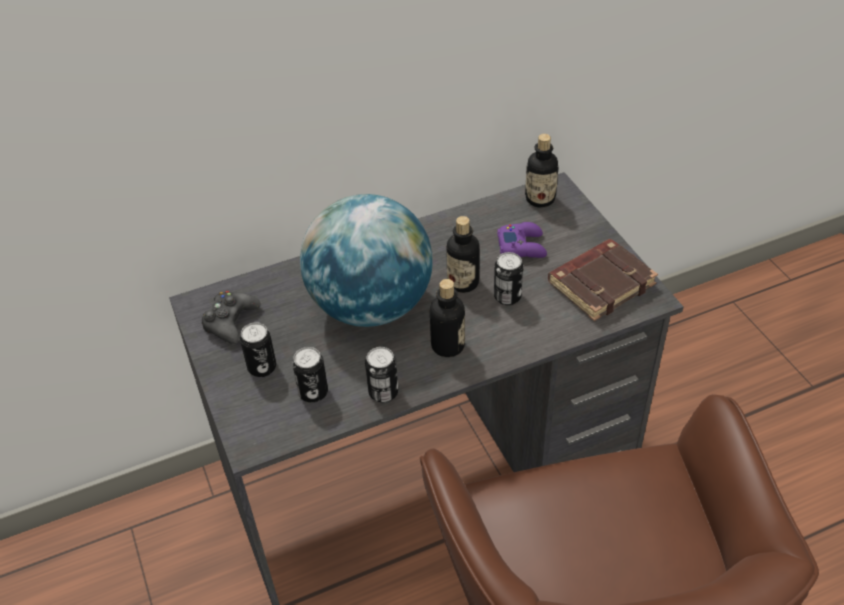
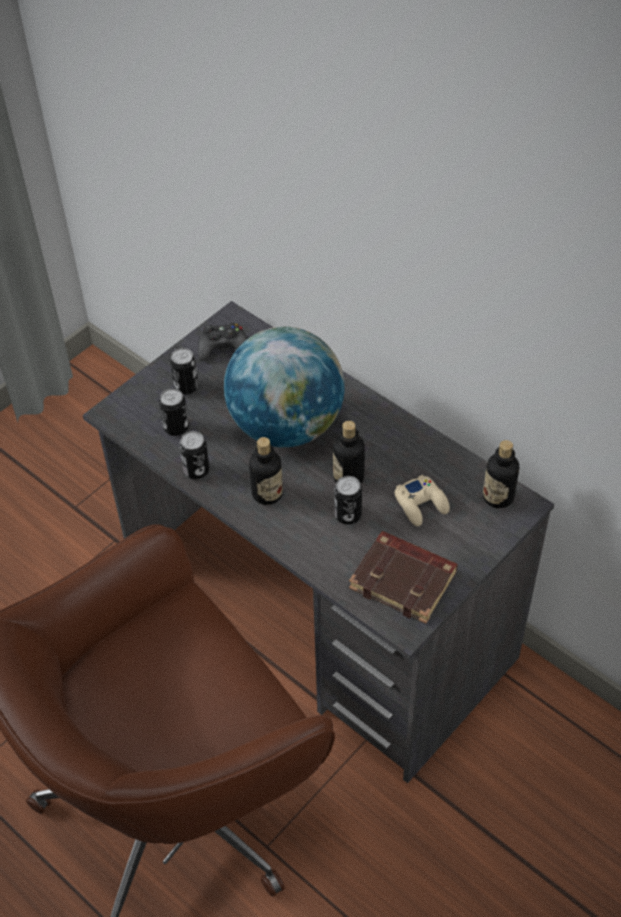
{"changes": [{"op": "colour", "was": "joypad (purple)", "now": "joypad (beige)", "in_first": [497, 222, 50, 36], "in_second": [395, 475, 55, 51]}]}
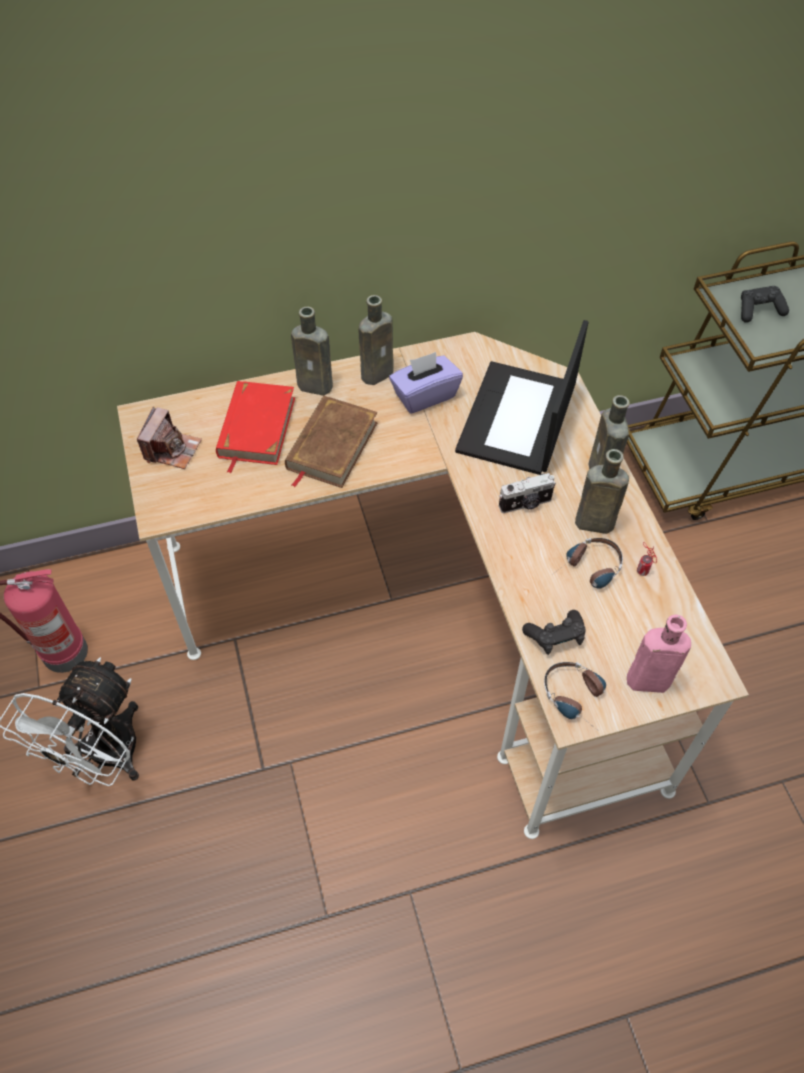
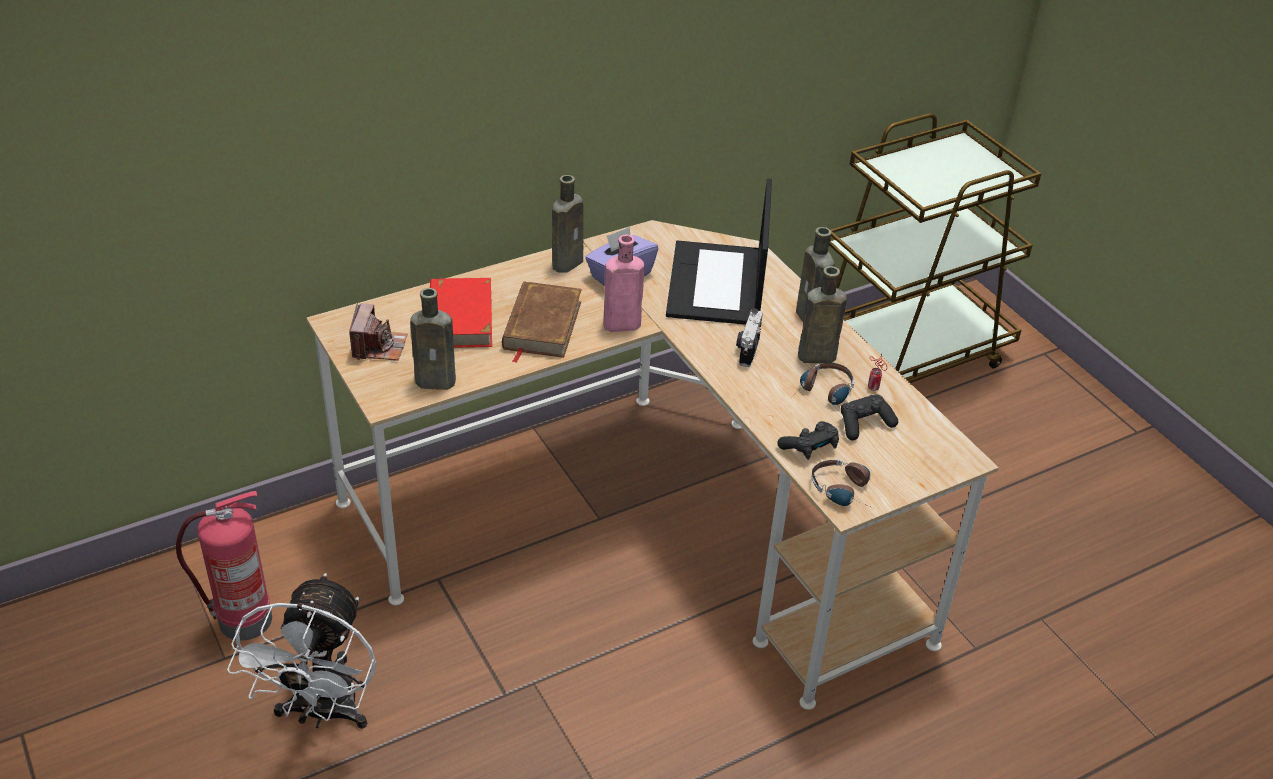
{"changes": [{"op": "relocated", "was": "bottle (brown)", "in_first": [291, 307, 42, 88], "in_second": [410, 288, 46, 102]}, {"op": "relocated", "was": "bottle (pink-coloured)", "in_first": [627, 615, 64, 78], "in_second": [603, 234, 41, 98]}, {"op": "relocated", "was": "joypad (black)", "in_first": [741, 286, 48, 37], "in_second": [841, 394, 57, 47]}, {"op": "spun", "was": "still camera", "in_first": [499, 473, 57, 40], "in_second": [736, 309, 27, 58], "clockwise": 135}]}
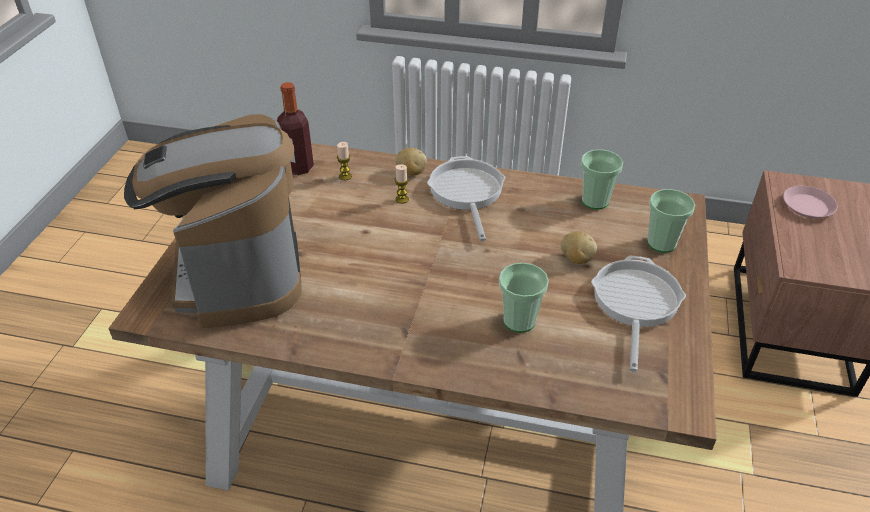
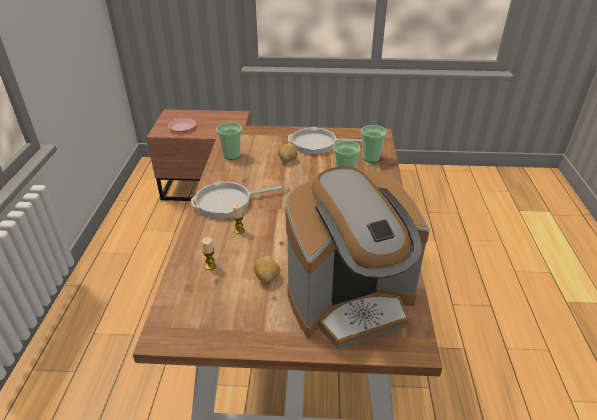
{"changes": [{"op": "missing", "was": "bottle", "in_first": [277, 82, 37, 93]}, {"op": "relocated", "was": "potato", "in_first": [395, 148, 32, 28], "in_second": [254, 256, 26, 27]}, {"op": "relocated", "was": "drinking cup", "in_first": [647, 189, 48, 64], "in_second": [361, 125, 26, 38]}]}
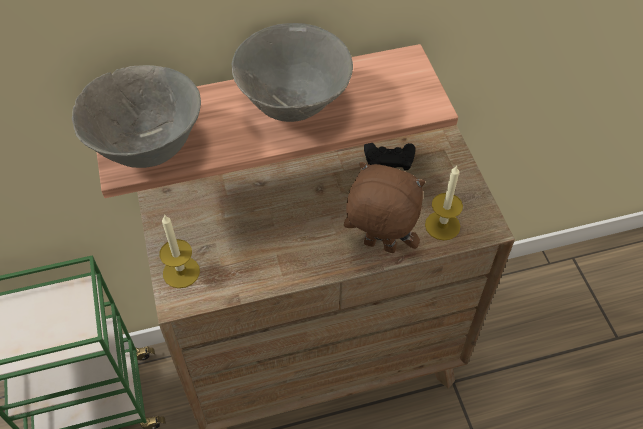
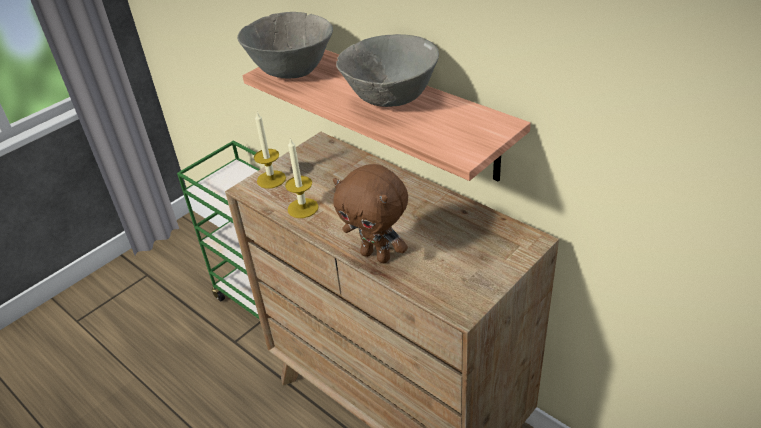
{"changes": [{"op": "missing", "was": "joypad (black)", "in_first": [364, 143, 51, 27]}, {"op": "relocated", "was": "wax light", "in_first": [425, 165, 38, 75], "in_second": [285, 138, 34, 80]}, {"op": "spun", "was": "cuddly toy (brown)", "in_first": [344, 162, 81, 91], "in_second": [333, 164, 75, 99], "clockwise": 135}]}
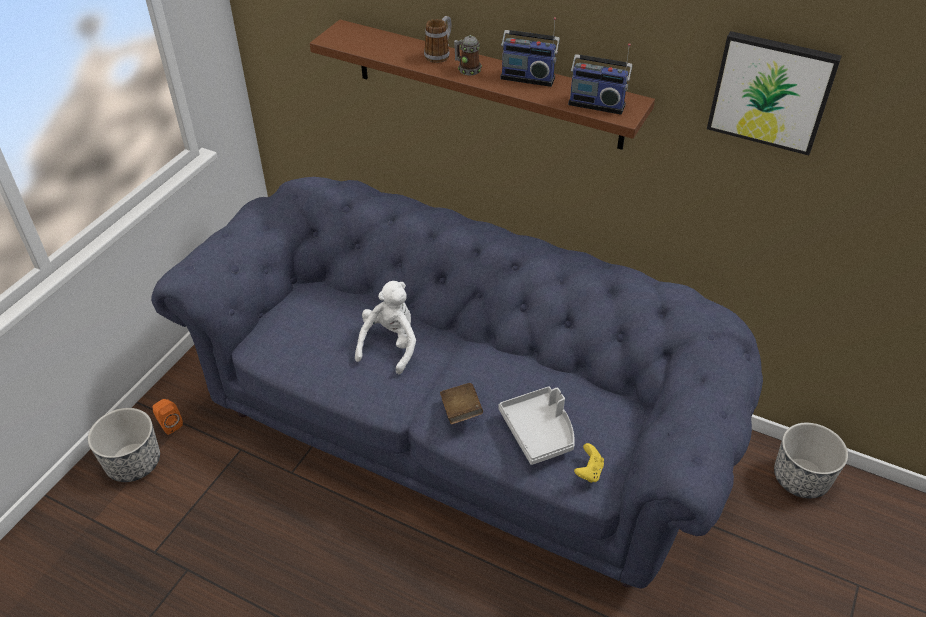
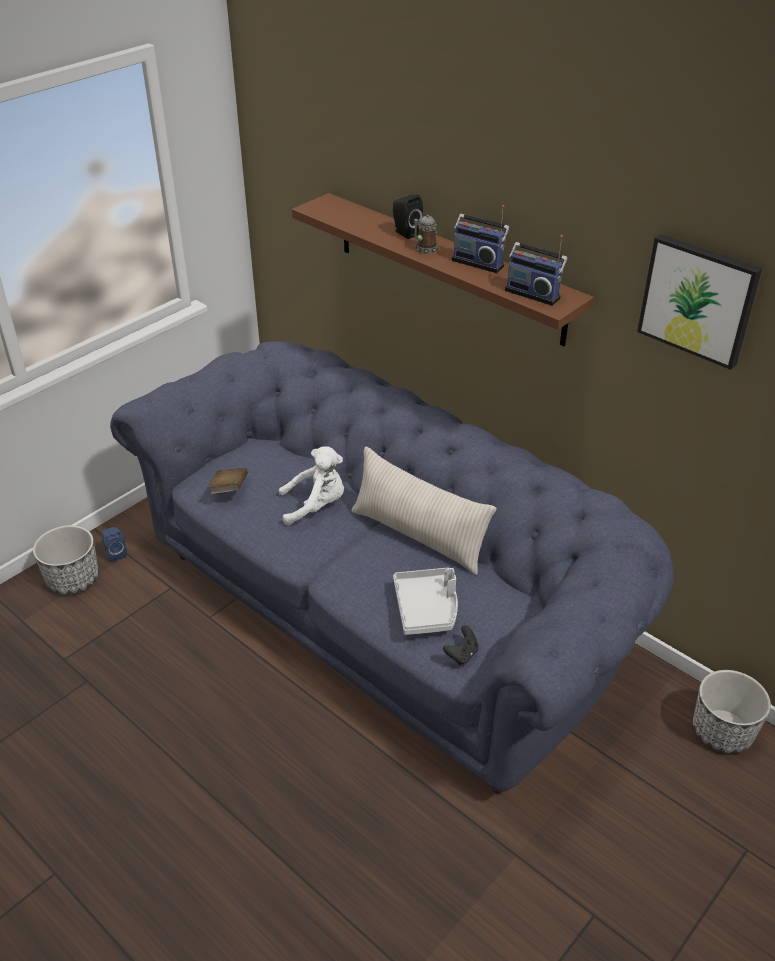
{"changes": [{"op": "appeared", "now": "throw pillow (beige)", "in_second": [351, 447, 146, 128]}, {"op": "relocated", "was": "book (brown)", "in_first": [440, 383, 43, 41], "in_second": [208, 467, 40, 27]}, {"op": "exchanged", "was": "tea mug", "now": "audio speaker (black)", "in_first": [424, 16, 28, 47], "in_second": [393, 195, 30, 44]}, {"op": "colour", "was": "audio speaker (orange-coloured)", "now": "audio speaker (blue-coloured)", "in_first": [153, 399, 30, 36], "in_second": [102, 527, 25, 35]}, {"op": "colour", "was": "joypad (yellow-coloured)", "now": "joypad (black)", "in_first": [574, 443, 30, 40], "in_second": [443, 625, 36, 40]}, {"op": "spun", "was": "cuddly toy (white)", "in_first": [355, 281, 61, 93], "in_second": [279, 446, 65, 80], "clockwise": 45}]}
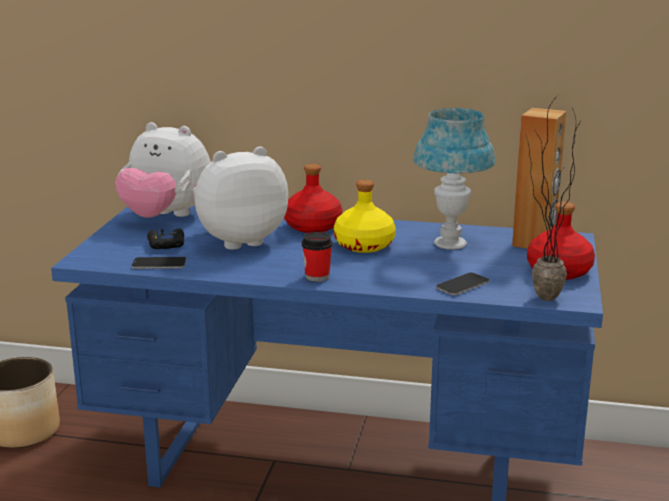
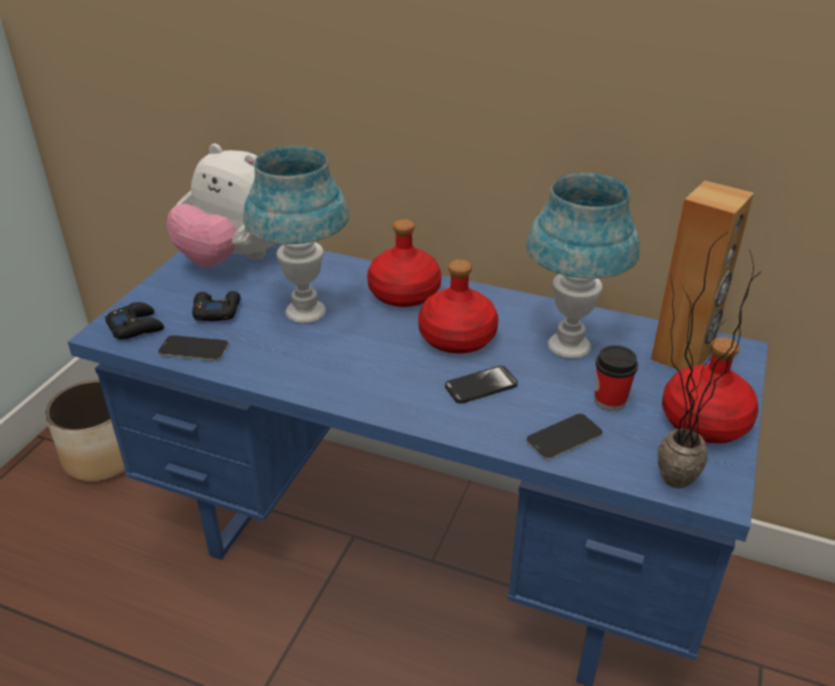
{"changes": [{"op": "appeared", "now": "joypad (black)", "in_second": [105, 302, 59, 38]}, {"op": "appeared", "now": "telephone", "in_second": [445, 366, 73, 37]}, {"op": "relocated", "was": "drinking cup", "in_first": [302, 232, 31, 50], "in_second": [595, 345, 43, 66]}, {"op": "exchanged", "was": "cuddly toy", "now": "tabletop lamp (blue-coloured)", "in_first": [193, 147, 95, 103], "in_second": [243, 146, 106, 177]}, {"op": "colour", "was": "bottle (yellow-coloured)", "now": "bottle (reddish)", "in_first": [334, 180, 62, 73], "in_second": [418, 259, 81, 94]}]}
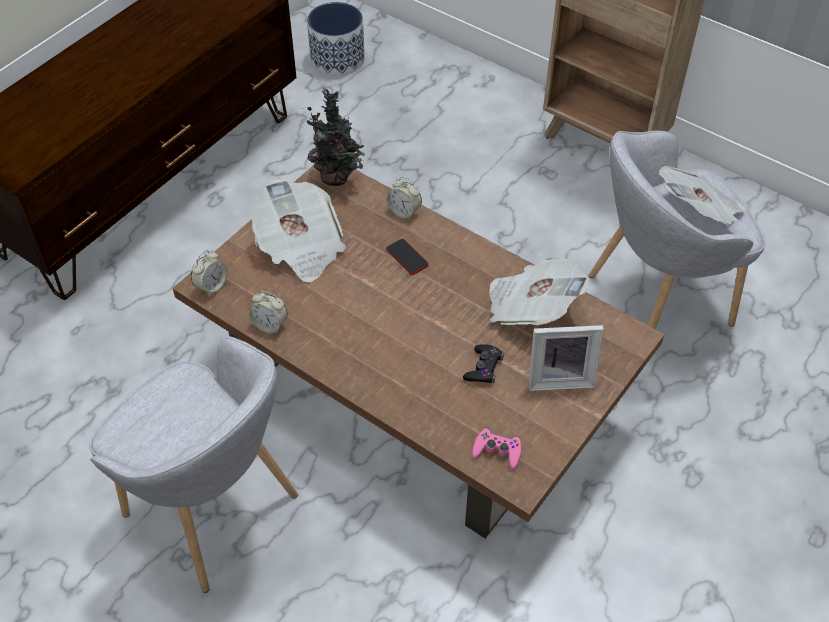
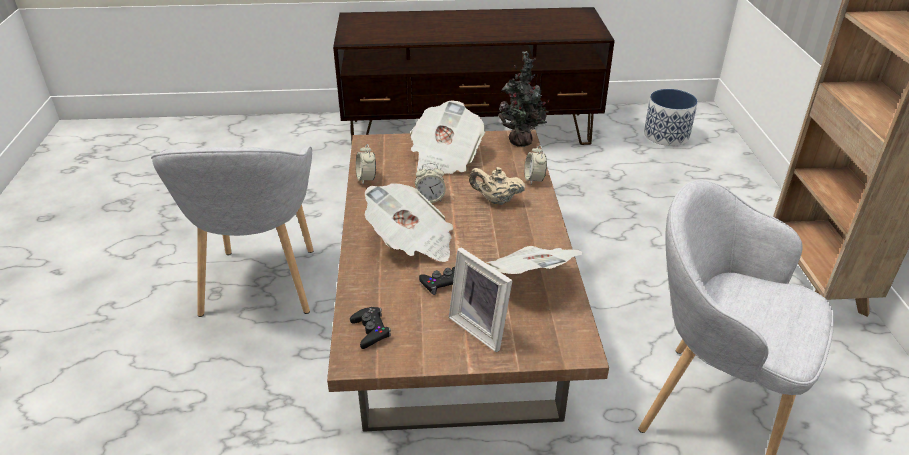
{"changes": [{"op": "relocated", "was": "table clock", "in_first": [191, 250, 37, 46], "in_second": [415, 163, 31, 40]}, {"op": "relocated", "was": "printed paper", "in_first": [659, 166, 87, 59], "in_second": [364, 183, 89, 79]}, {"op": "exchanged", "was": "telephone", "now": "teapot (beige)", "in_first": [386, 239, 43, 36], "in_second": [469, 167, 56, 38]}, {"op": "colour", "was": "joypad (pink-coloured)", "now": "joypad (black)", "in_first": [472, 428, 49, 42], "in_second": [350, 307, 41, 42]}]}
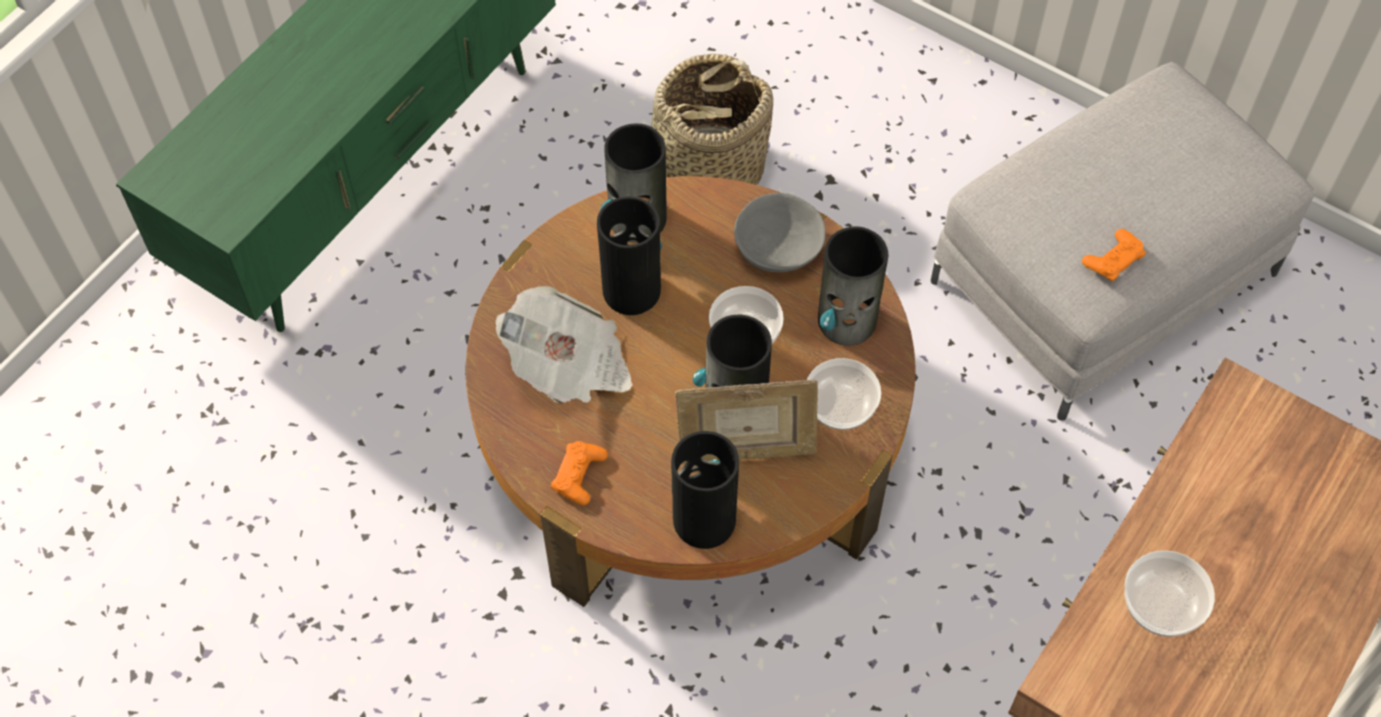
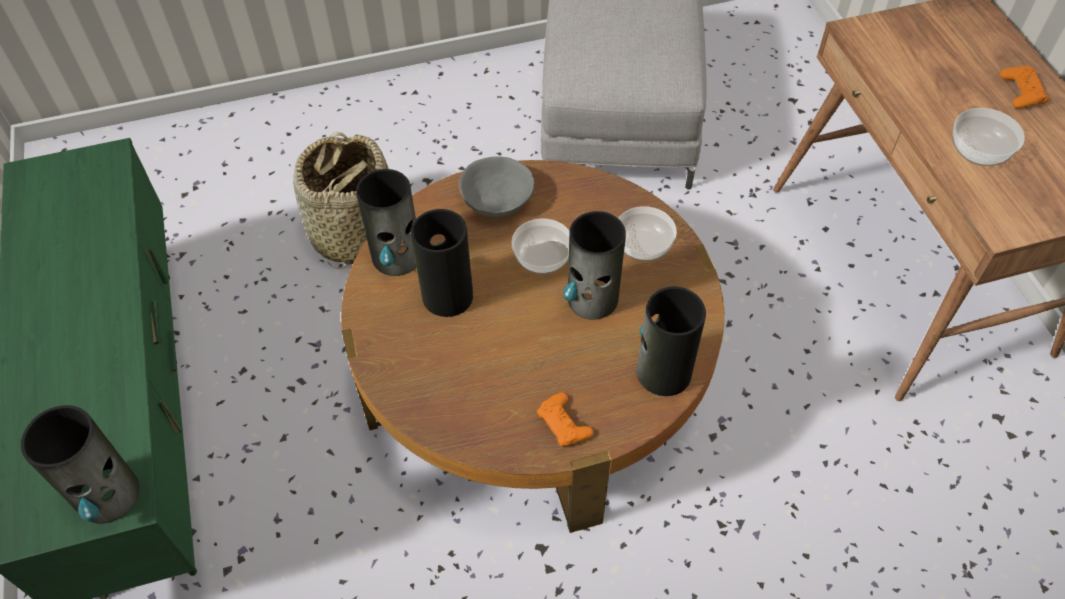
{"changes": [{"op": "missing", "was": "printed paper", "in_first": [496, 286, 137, 118]}, {"op": "missing", "was": "photo frame", "in_first": [675, 380, 143, 84]}, {"op": "relocated", "was": "decorative vase", "in_first": [818, 226, 70, 119], "in_second": [21, 405, 118, 119]}, {"op": "relocated", "was": "joypad (orange-coloured)", "in_first": [1082, 229, 64, 52], "in_second": [1000, 66, 49, 42]}]}
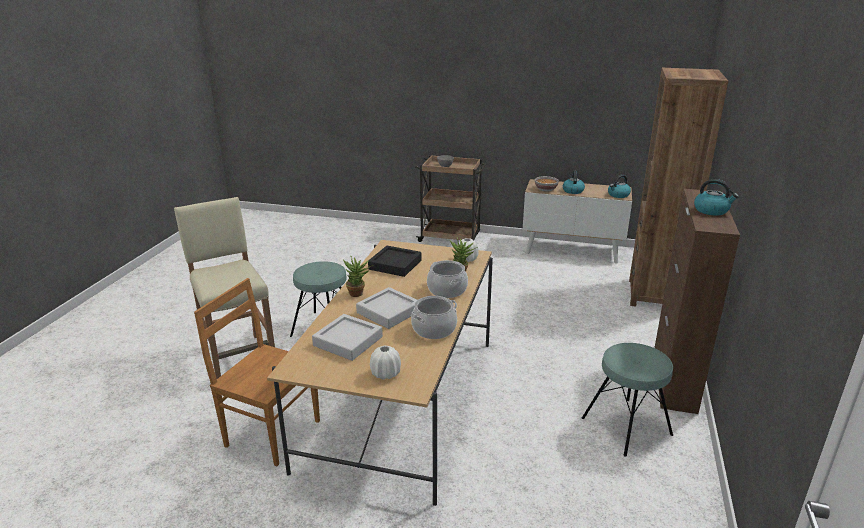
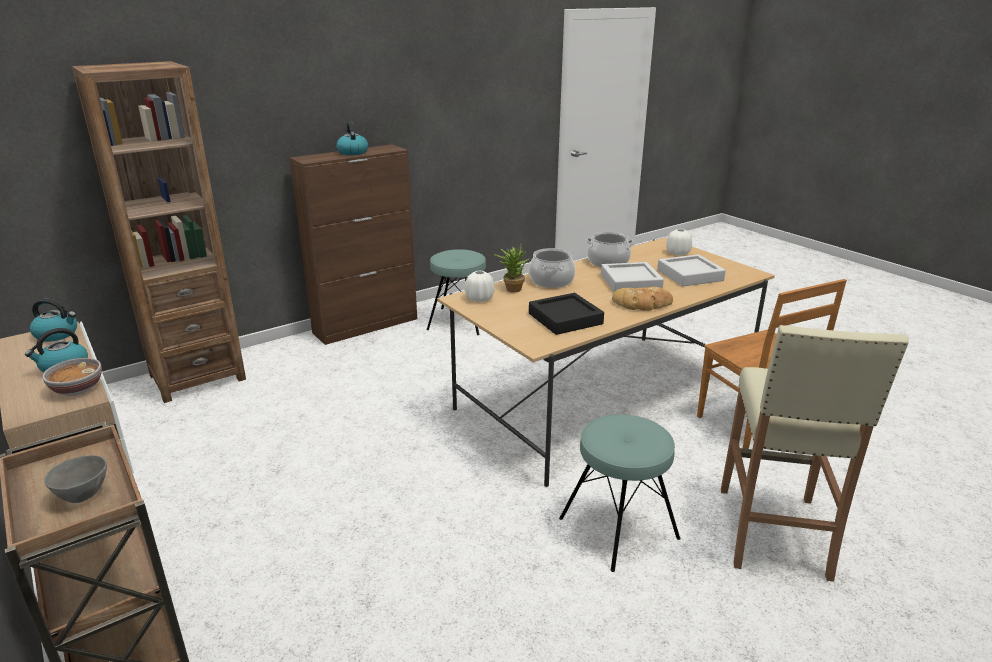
{"changes": [{"op": "exchanged", "was": "plant in a pot", "now": "bread", "in_first": [343, 256, 30, 41], "in_second": [612, 287, 61, 24]}]}
